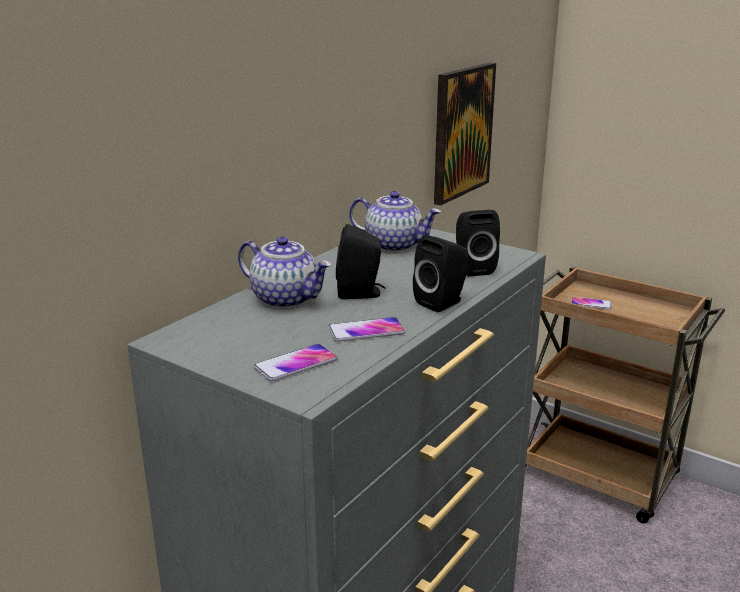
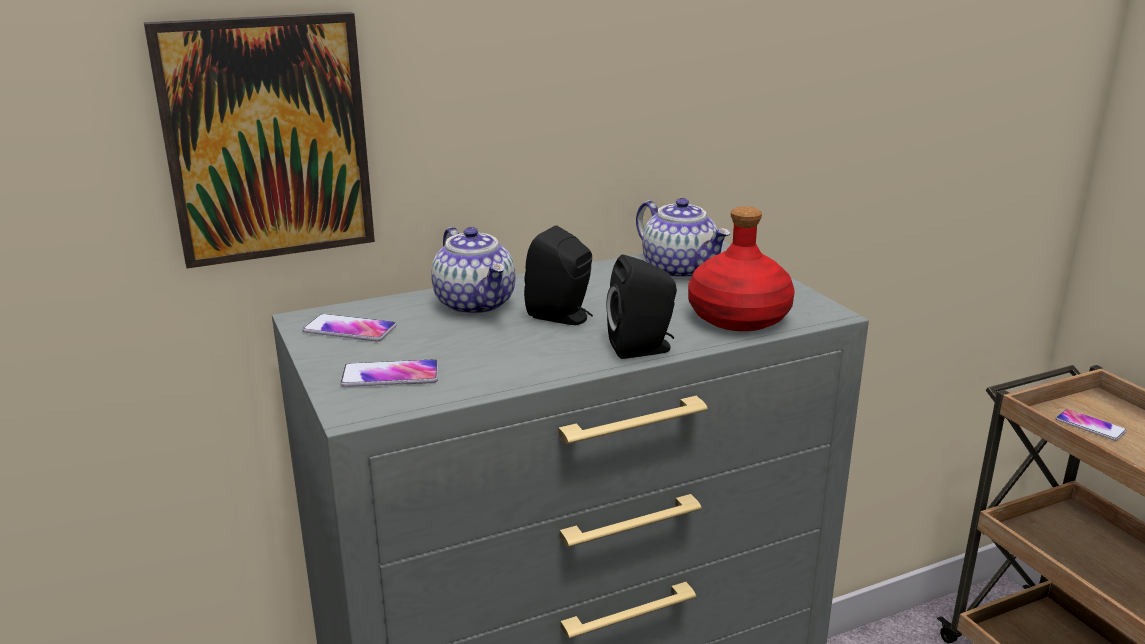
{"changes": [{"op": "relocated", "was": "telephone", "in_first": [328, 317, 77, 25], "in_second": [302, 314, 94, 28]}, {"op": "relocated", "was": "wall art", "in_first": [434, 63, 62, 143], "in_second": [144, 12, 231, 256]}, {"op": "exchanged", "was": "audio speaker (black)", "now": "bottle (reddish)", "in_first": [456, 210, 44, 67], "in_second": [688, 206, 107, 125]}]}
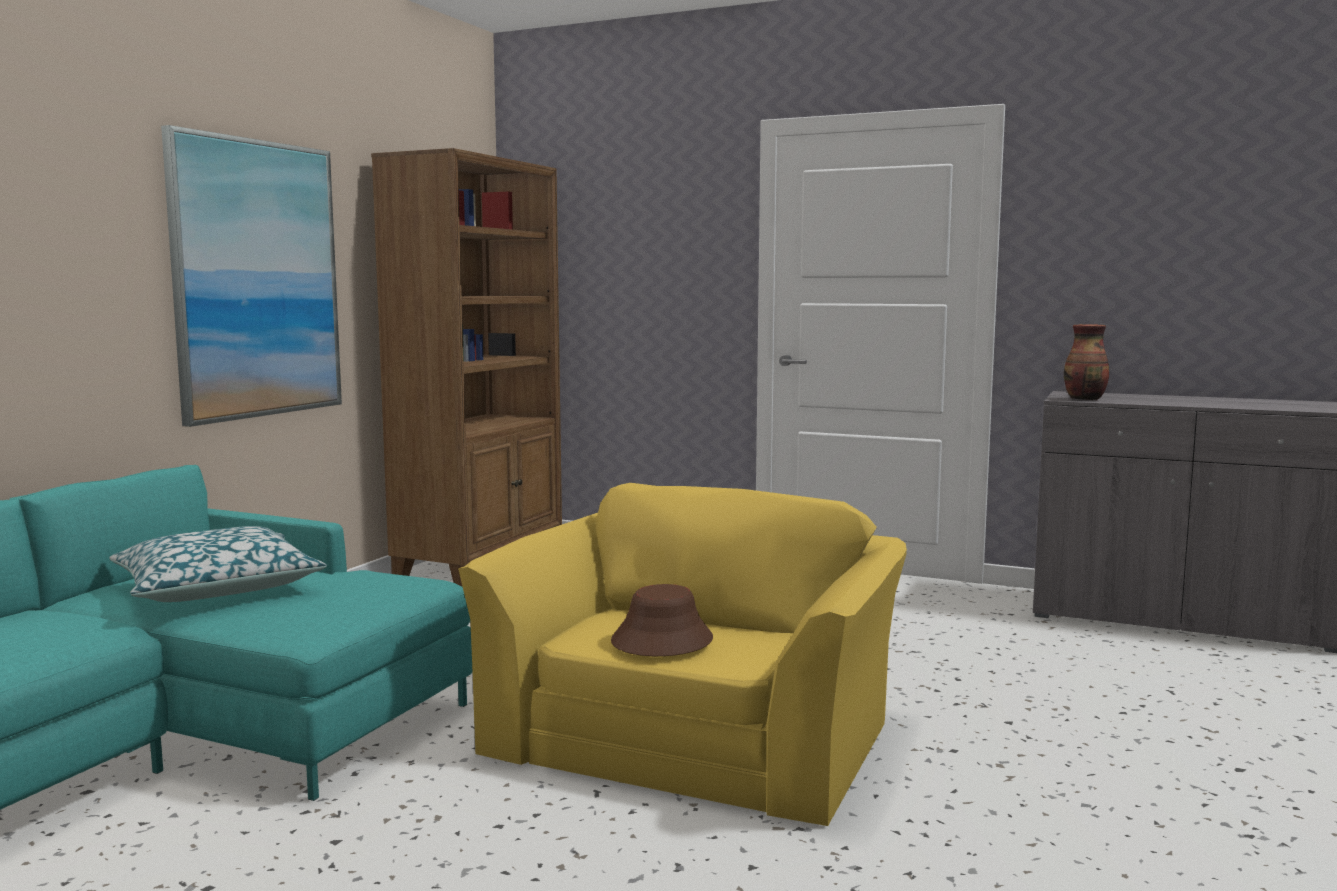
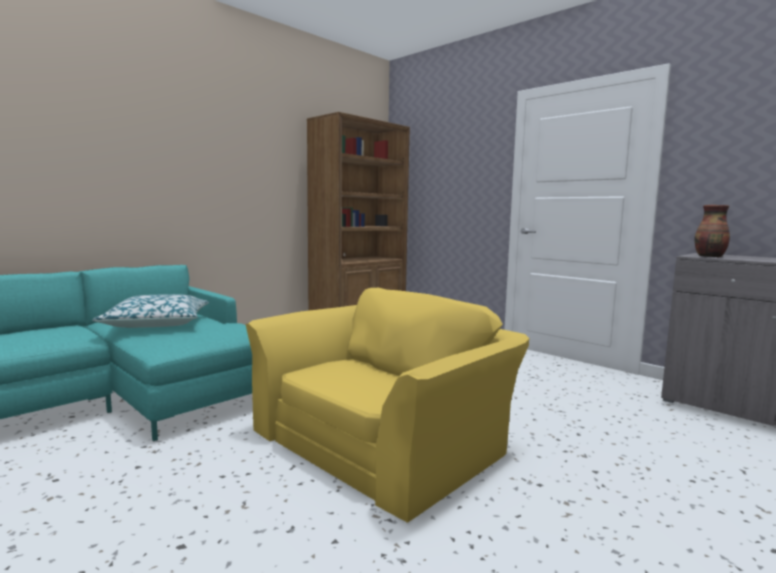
{"changes": [{"op": "missing", "was": "wall art", "in_first": [161, 125, 181, 302]}, {"op": "missing", "was": "wearable hat (brown)", "in_first": [611, 584, 102, 72]}]}
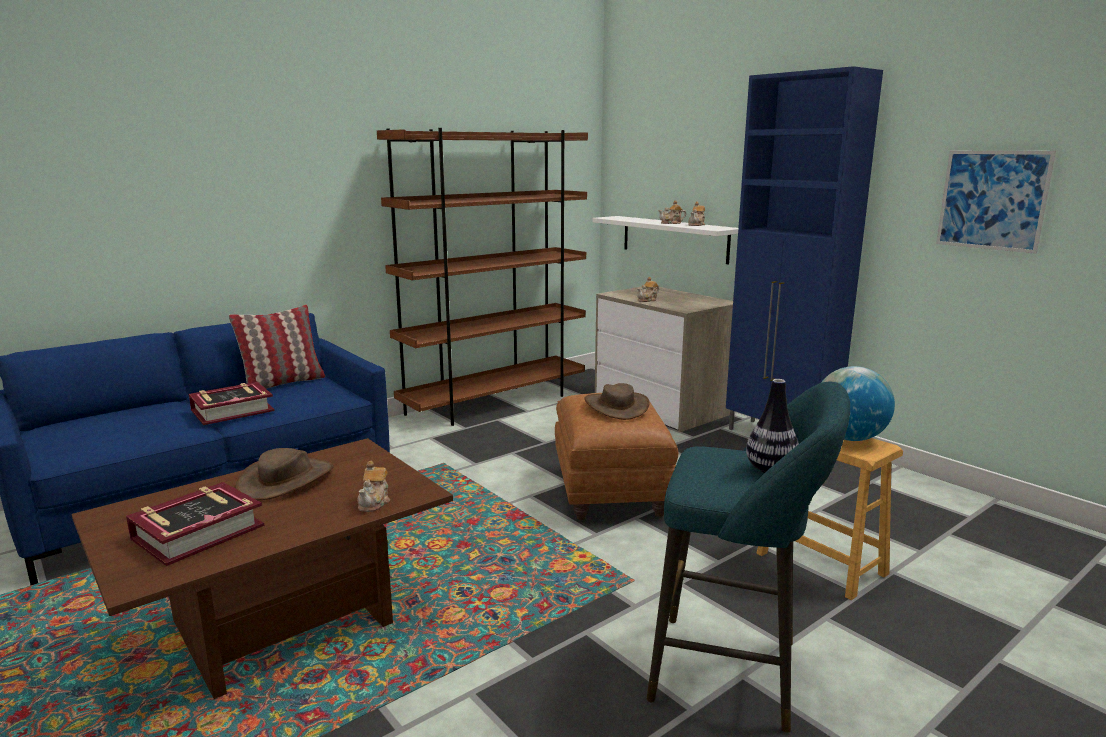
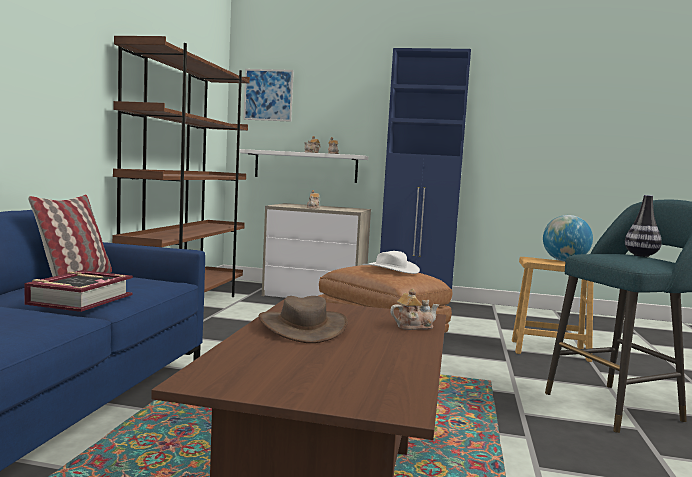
{"changes": [{"op": "missing", "was": "book", "in_first": [126, 482, 138, 84]}, {"op": "relocated", "was": "wall art", "in_first": [936, 151, 120, 103], "in_second": [244, 69, 50, 53]}, {"op": "colour", "was": "wearable hat (brown)", "now": "wearable hat (white)", "in_first": [584, 383, 66, 37], "in_second": [363, 251, 57, 23]}, {"op": "spun", "was": "teapot", "in_first": [357, 461, 33, 51], "in_second": [390, 288, 49, 42], "clockwise": -75}]}
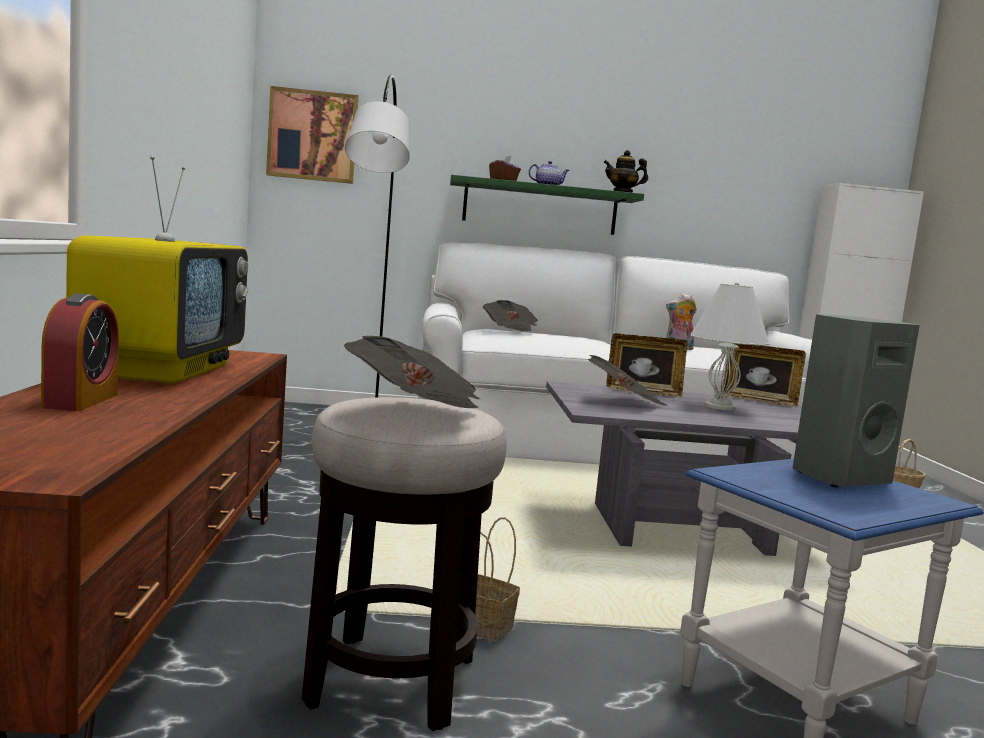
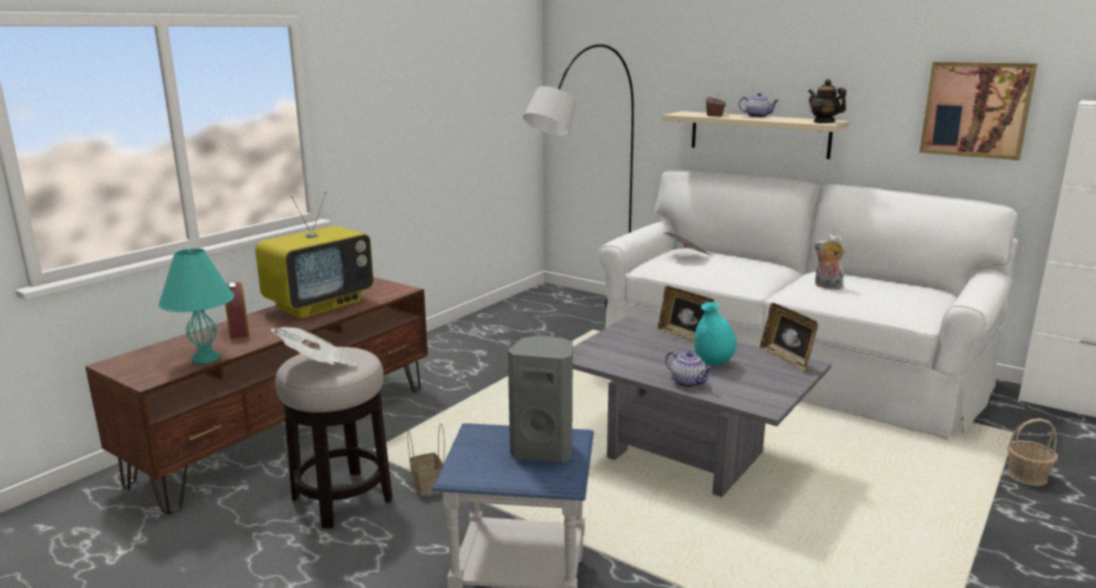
{"changes": [{"op": "missing", "was": "printed paper", "in_first": [588, 355, 79, 51]}, {"op": "appeared", "now": "tabletop lamp (blue-green)", "in_second": [158, 248, 76, 116]}, {"op": "appeared", "now": "teapot", "in_second": [665, 351, 48, 37]}, {"op": "relocated", "was": "wall art", "in_first": [266, 86, 93, 98], "in_second": [920, 62, 118, 98]}, {"op": "exchanged", "was": "tabletop lamp (white)", "now": "decorative vase (blue-green)", "in_first": [690, 282, 80, 129], "in_second": [694, 302, 43, 64]}, {"op": "colour", "was": "shelf (green)", "now": "shelf (beige)", "in_first": [450, 175, 194, 60], "in_second": [662, 111, 187, 48]}, {"op": "spun", "was": "table clock", "in_first": [41, 293, 78, 118], "in_second": [225, 281, 24, 58], "clockwise": 120}]}
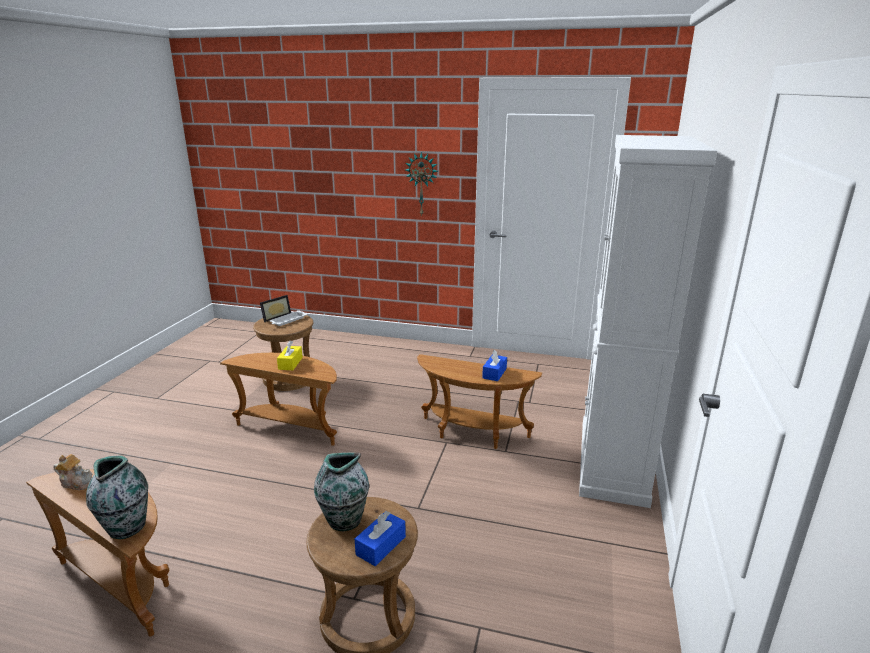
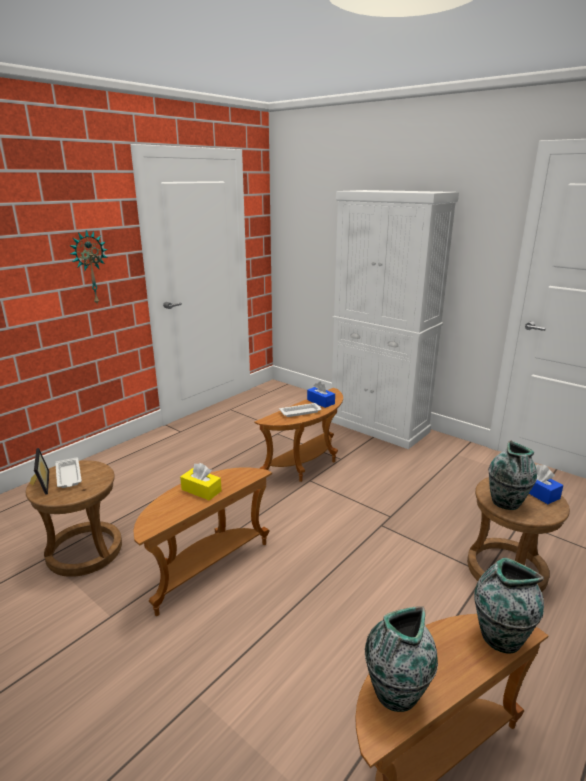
{"changes": [{"op": "appeared", "now": "serving tray (white)", "in_second": [279, 403, 43, 14]}, {"op": "exchanged", "was": "teapot", "now": "decorative vase", "in_first": [53, 454, 39, 36], "in_second": [365, 606, 73, 106]}]}
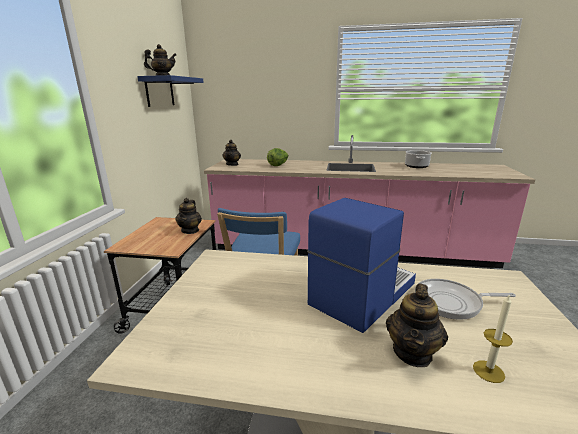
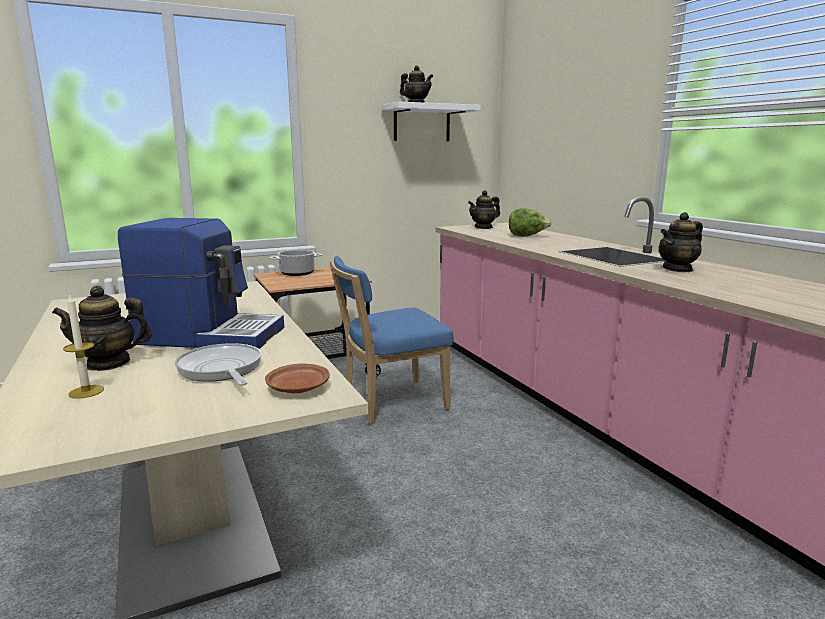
{"changes": [{"op": "appeared", "now": "dinner plate (brown)", "in_second": [265, 363, 65, 30]}, {"op": "relocated", "was": "teapot", "in_first": [175, 198, 27, 36], "in_second": [659, 212, 44, 60]}, {"op": "relocated", "was": "stockpot", "in_first": [405, 150, 27, 18], "in_second": [270, 249, 52, 27]}, {"op": "colour", "was": "shelf (blue-coloured)", "now": "shelf (white)", "in_first": [137, 75, 67, 32], "in_second": [382, 101, 99, 40]}]}
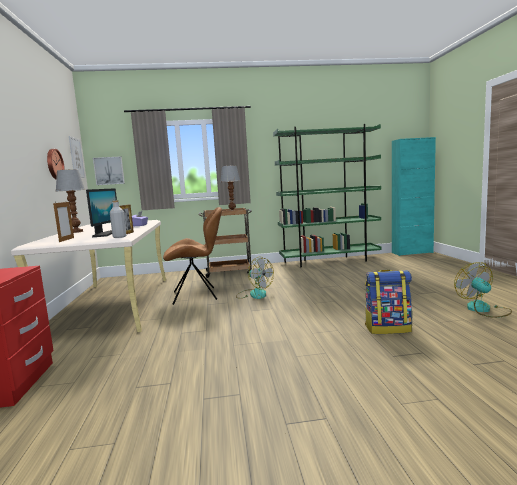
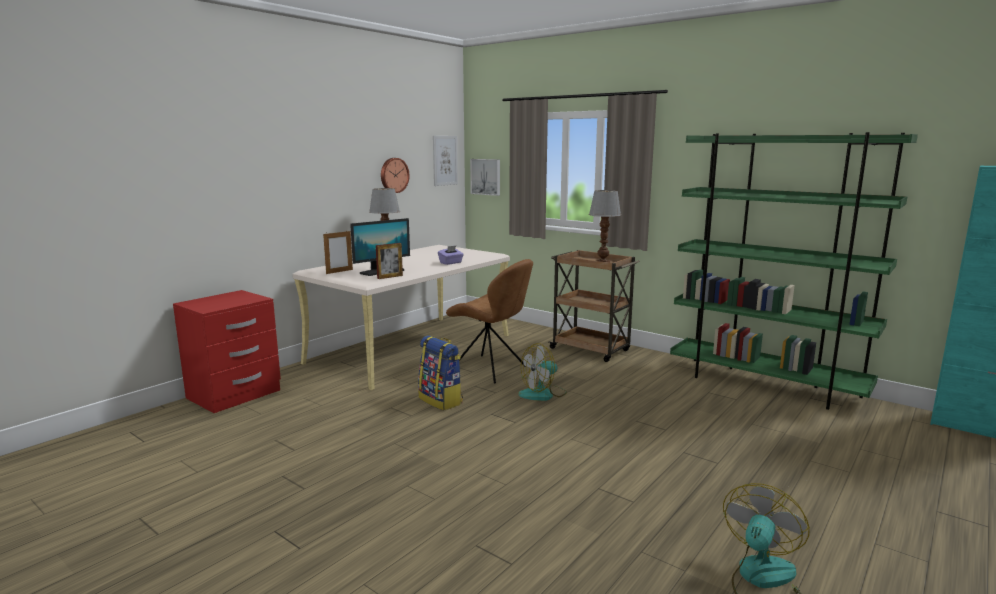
{"changes": [{"op": "missing", "was": "bottle (grey)", "in_first": [110, 200, 16, 38]}, {"op": "relocated", "was": "rucksack", "in_first": [365, 270, 47, 64], "in_second": [418, 335, 45, 75]}, {"op": "spun", "was": "fan", "in_first": [236, 257, 38, 42], "in_second": [518, 343, 49, 58], "clockwise": 60}]}
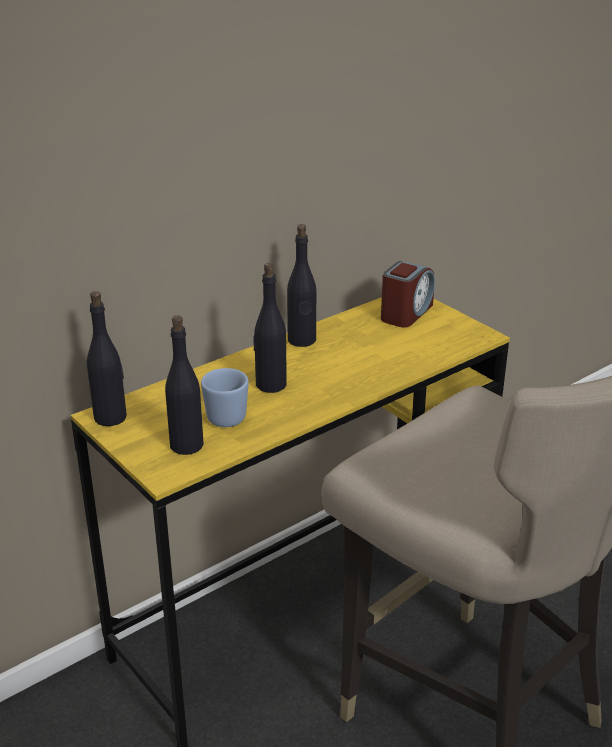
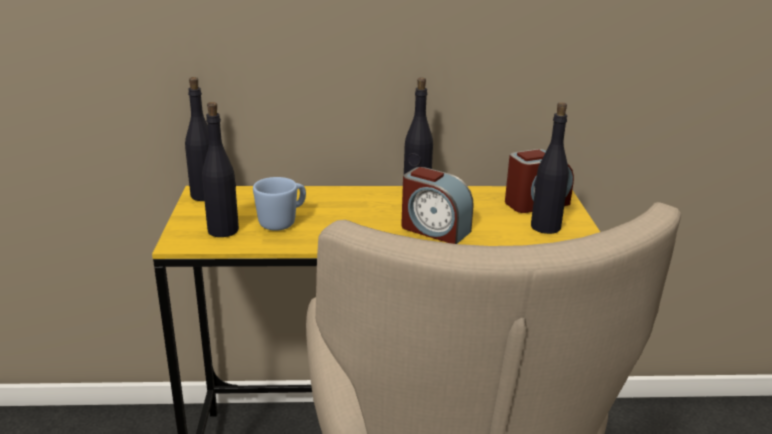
{"changes": [{"op": "appeared", "now": "table clock", "in_second": [401, 167, 72, 77]}, {"op": "relocated", "was": "bottle (black)", "in_first": [253, 263, 34, 130], "in_second": [531, 102, 38, 132]}]}
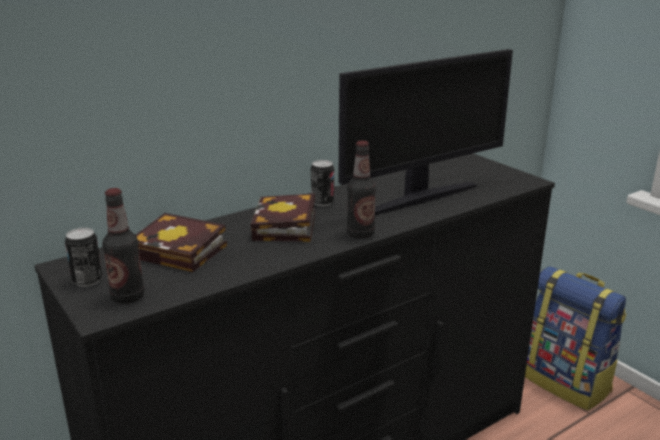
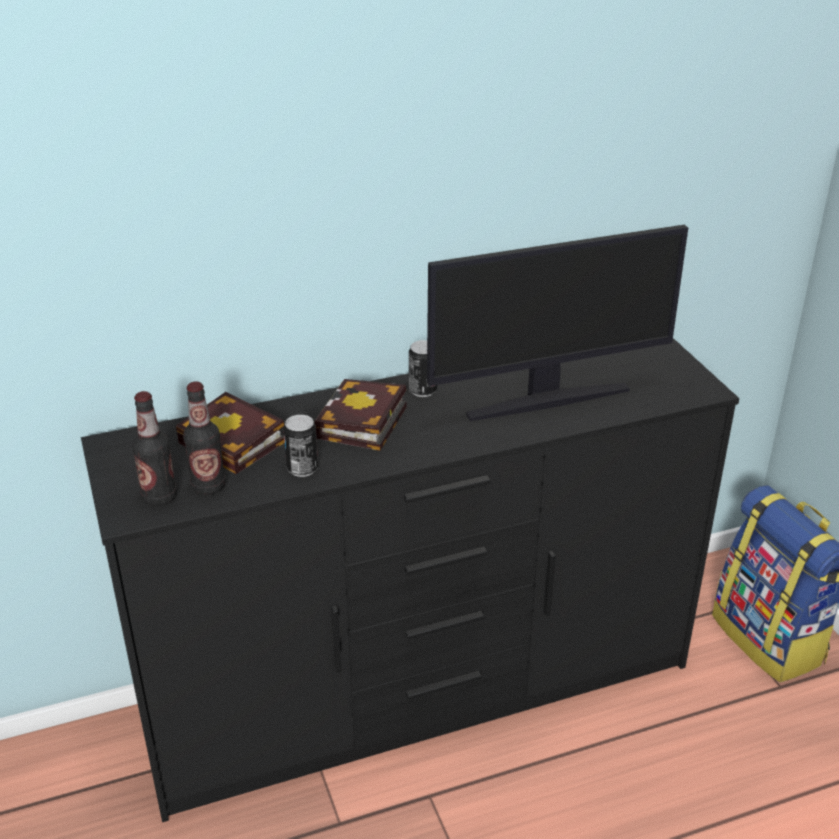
{"changes": [{"op": "relocated", "was": "sealed can", "in_first": [65, 228, 38, 59], "in_second": [284, 415, 34, 62]}, {"op": "relocated", "was": "bottle", "in_first": [347, 140, 29, 99], "in_second": [183, 381, 43, 114]}]}
